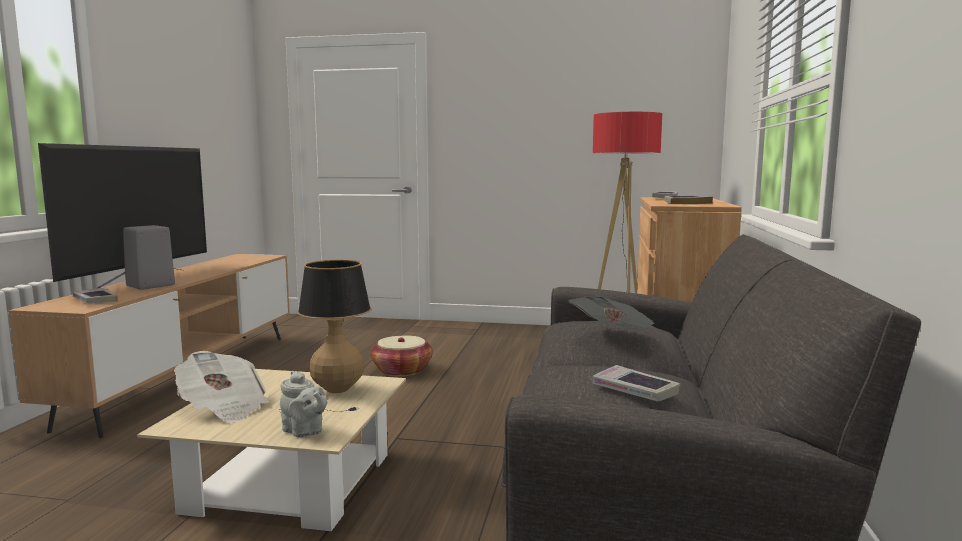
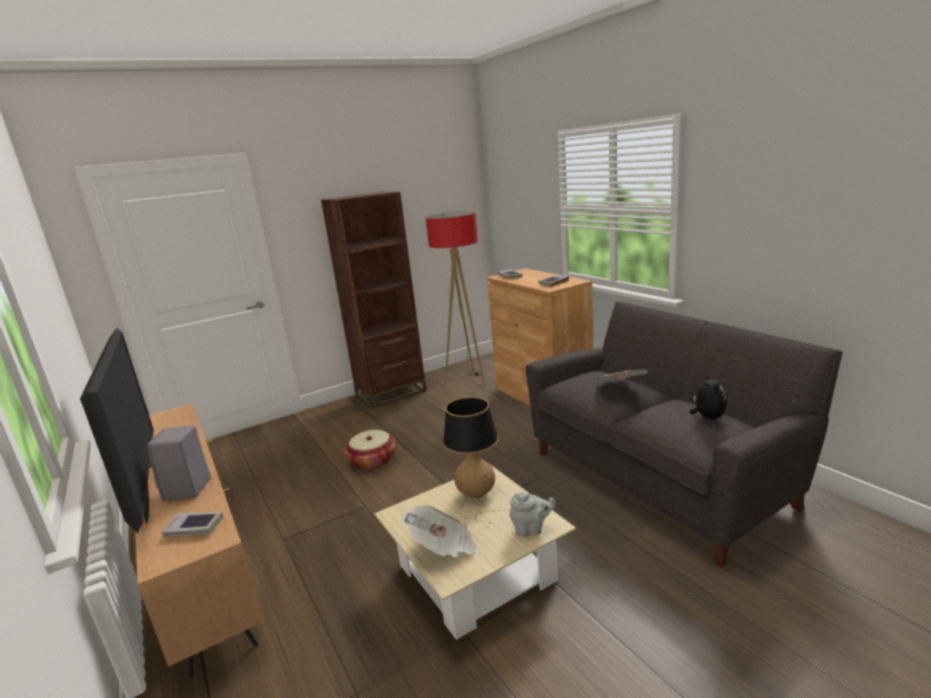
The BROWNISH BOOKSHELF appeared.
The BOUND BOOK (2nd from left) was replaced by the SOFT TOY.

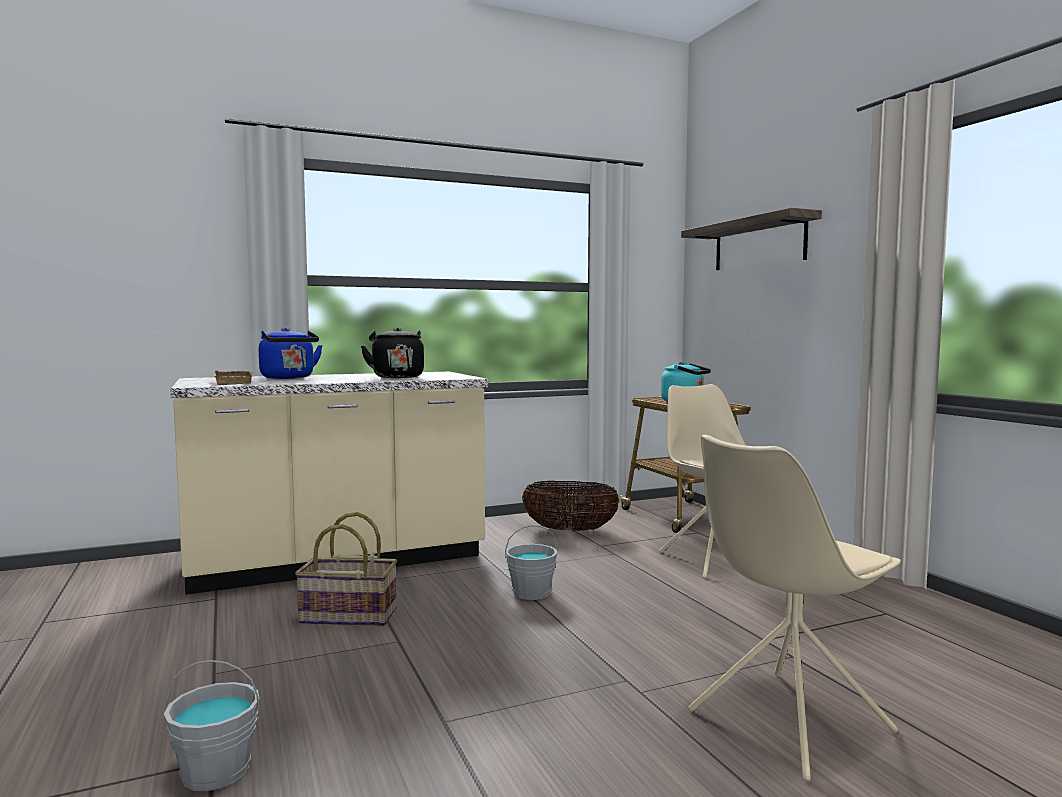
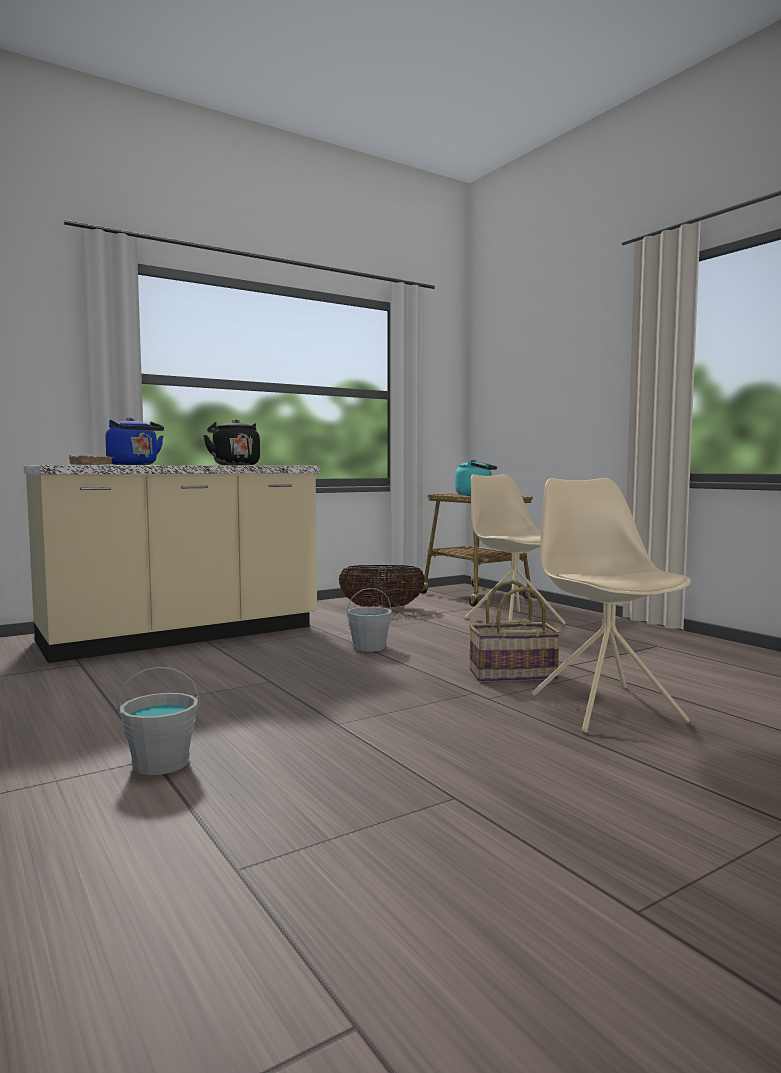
The BASKET (1st from left in the first image) moved.
The SAND-COLOURED CHAIR (2nd from left) turned 120 degrees clockwise.
The SHELF disappeared.

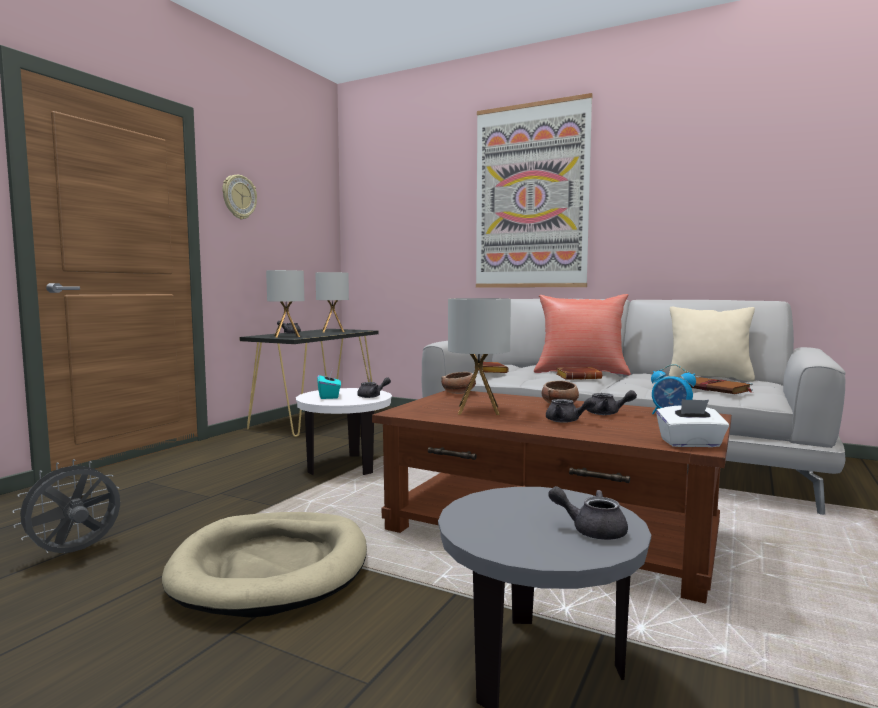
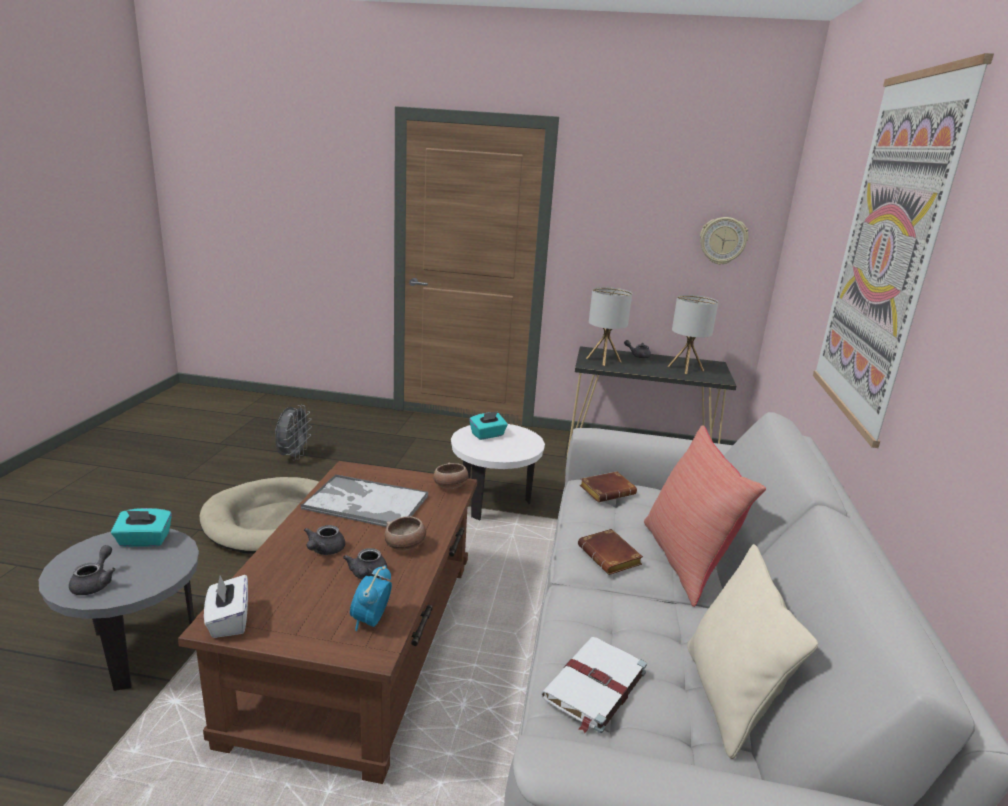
The BLUE-GREEN TISSUE BOX (1st from left) appeared.
The GREY FAN turned 75 degrees clockwise.
The TABLE LAMP (3rd from left) was replaced by the SERVING TRAY.
The BROWNISH BOUND BOOK (3rd from left) became the WHITE BOUND BOOK.
The CLOCK ON THE WALL moved.
The GREY TEA POT (2nd from left) disappeared.

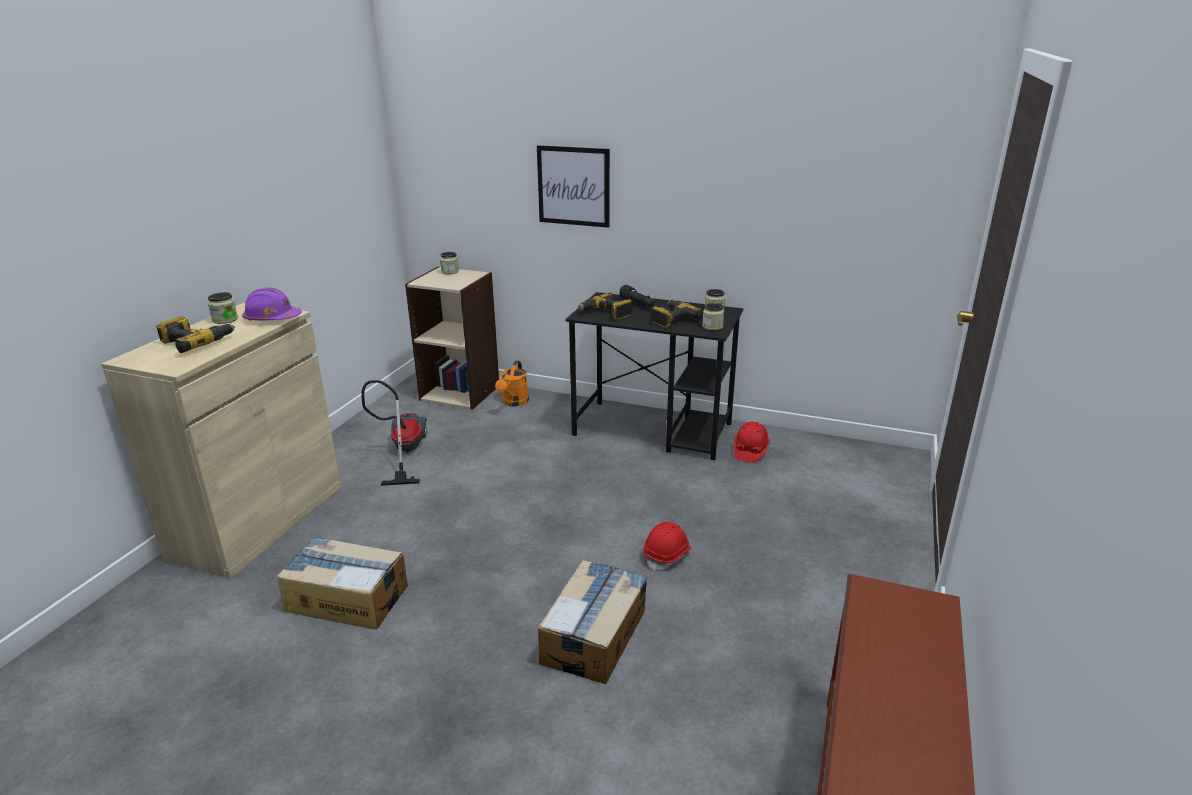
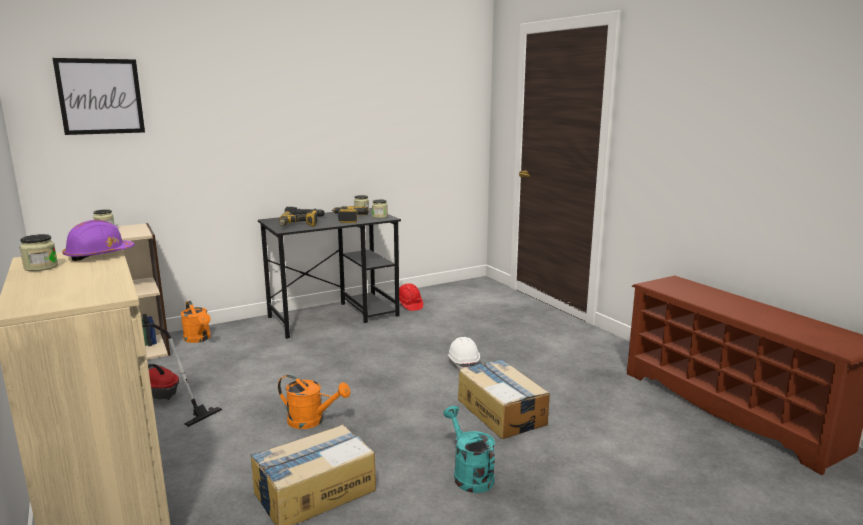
The WALL ART moved.
The ORANGE WATERING POT (2nd from left) appeared.
The BLUE-GREEN WATERING POT appeared.
The REDDISH HARD HAT (1st from left) became the WHITE HARD HAT.
The POWER DRILL (1st from left) disappeared.

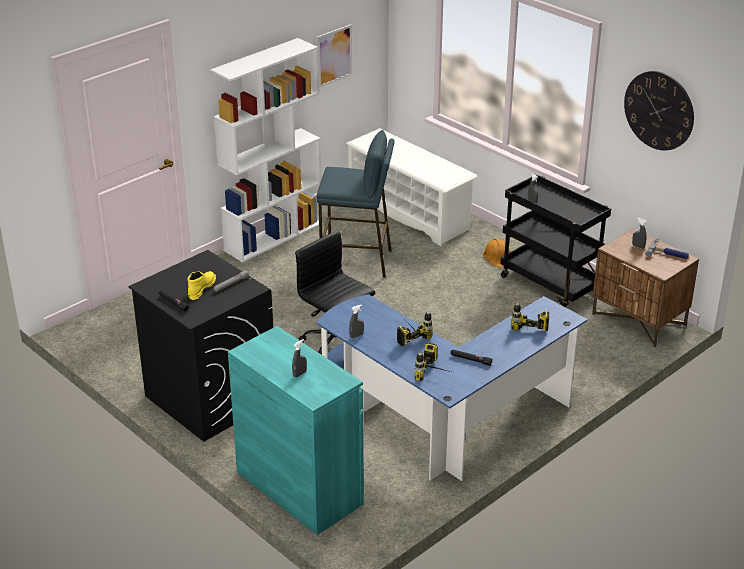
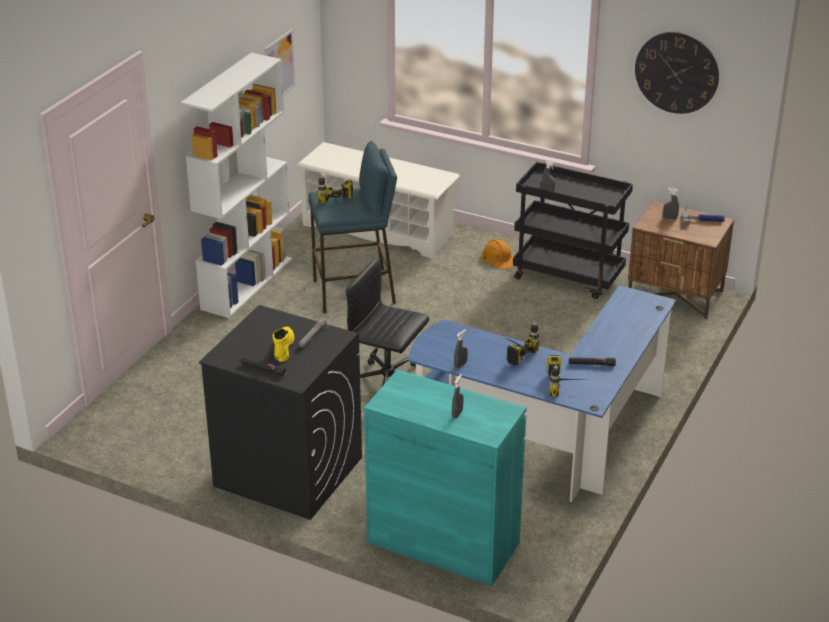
The POWER DRILL (3rd from left in the first image) moved.

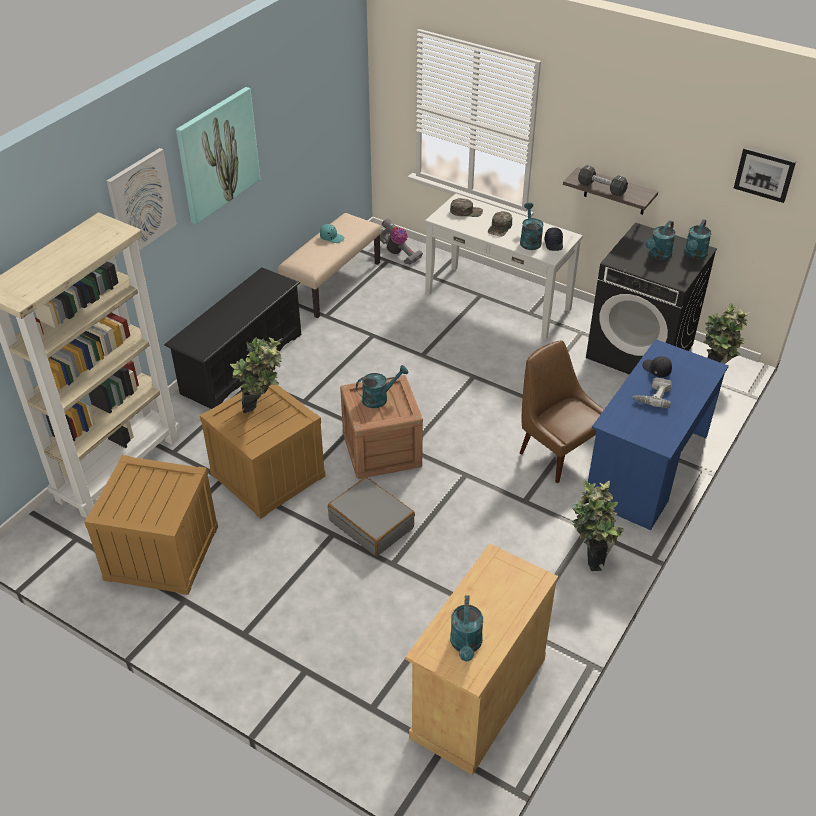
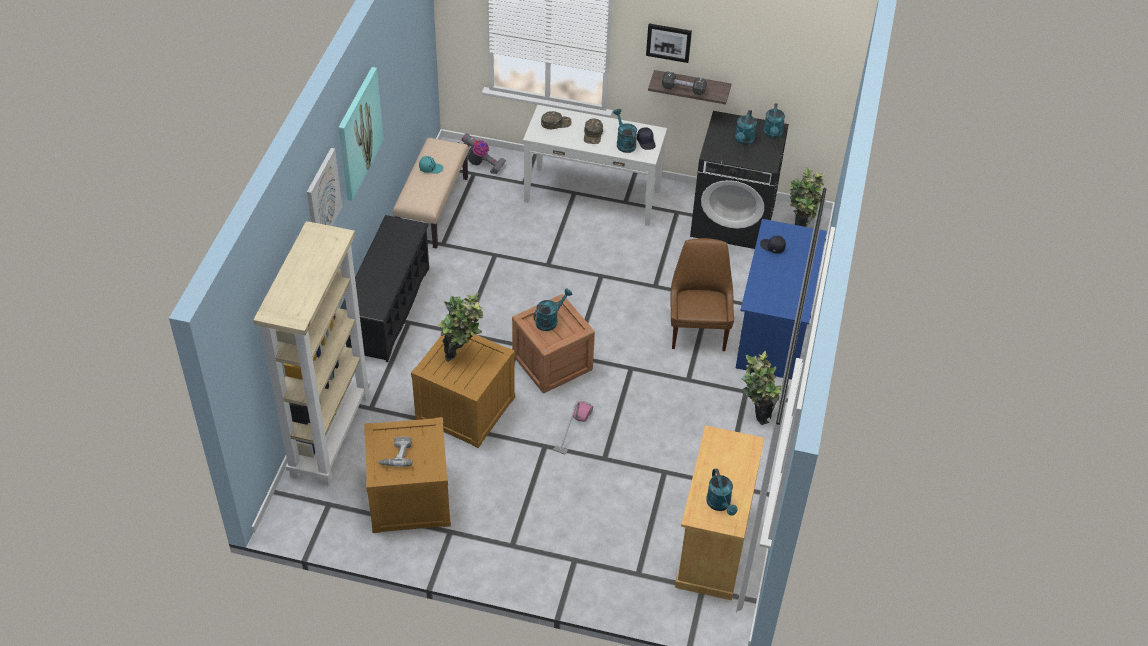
The POWER DRILL moved.
The GREY TRAVEL CASE was replaced by the VACUUM (2nd from left).
The WALL ART (3rd from left) moved.
The BROWNISH CHAIR turned 60 degrees clockwise.

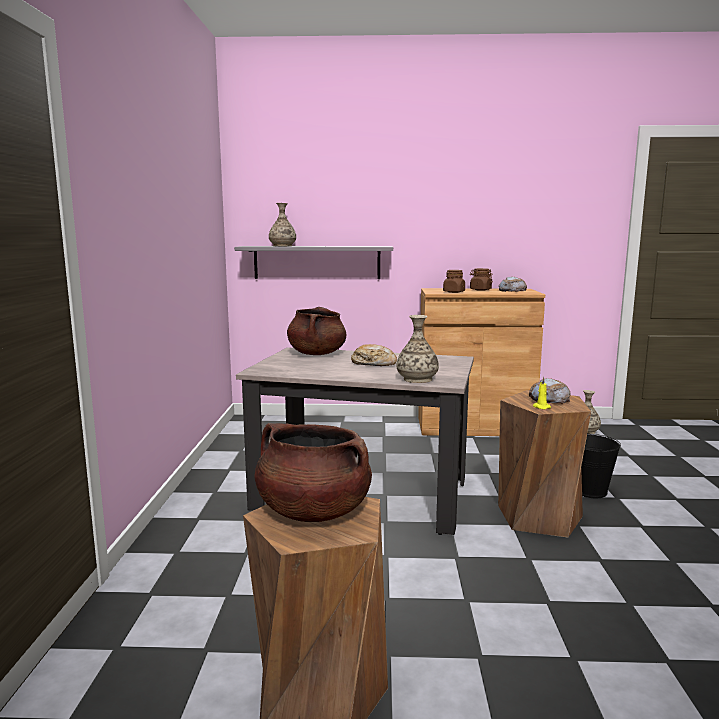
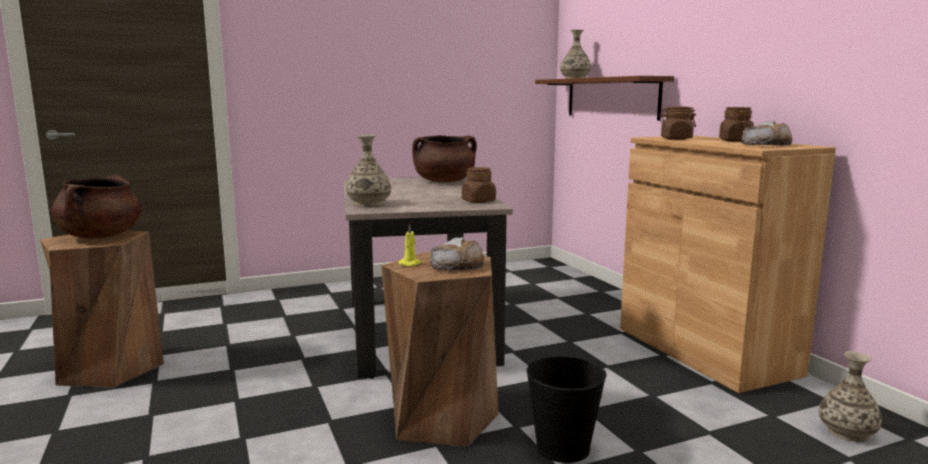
The BROWNISH STORAGE JAR (1st from left) appeared.
The GREY SHELF became the BROWNISH SHELF.
The BAKERY BREAD (1st from left) disappeared.

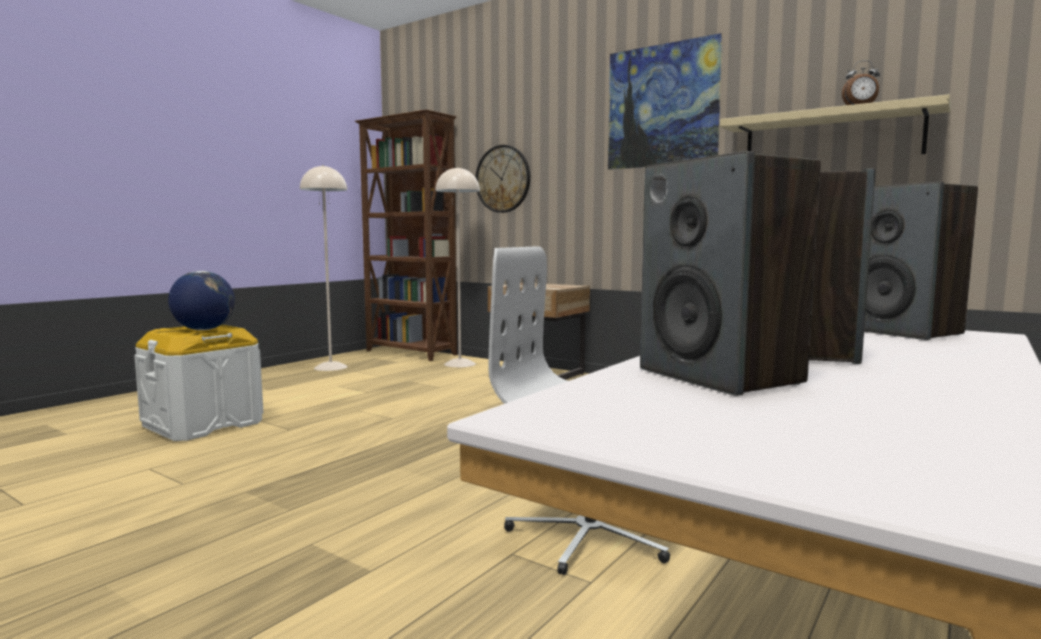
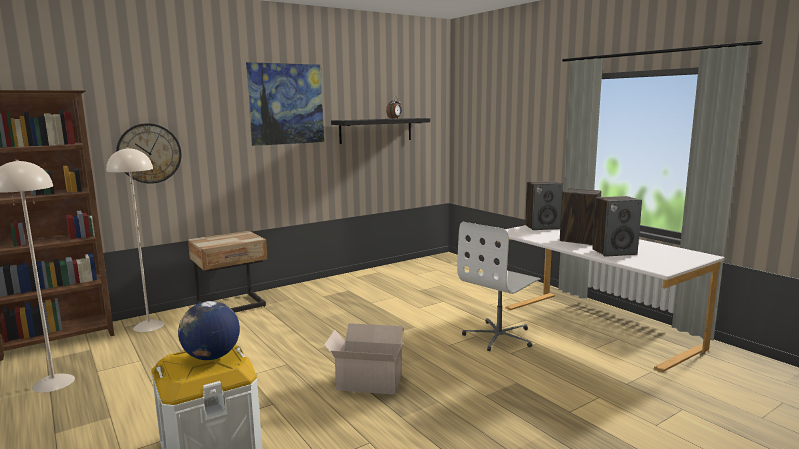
The CARTON appeared.
The SAND-COLOURED SHELF became the BLACK-COLOURED SHELF.

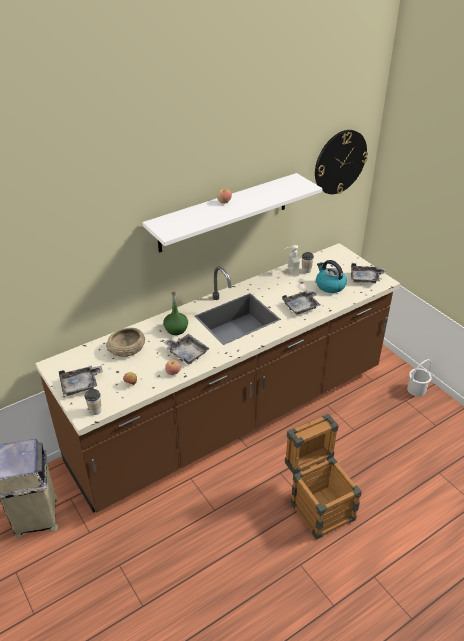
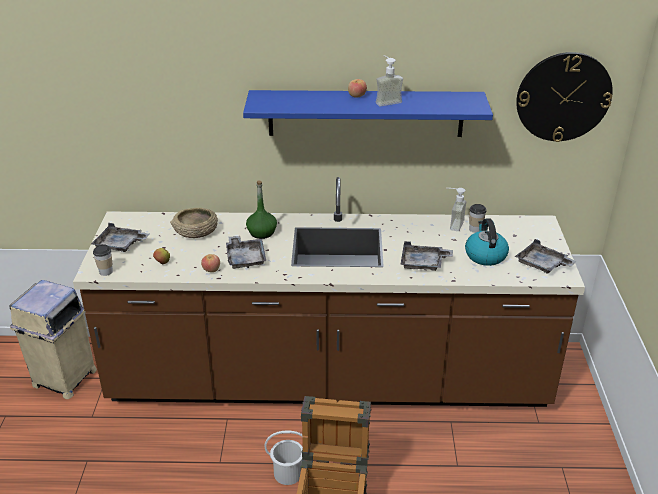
The WHITE SHELF became the BLUISH SHELF.
The WHITE WATER BUCKET moved.
The SOAP DISPENSER (1st from left) appeared.

